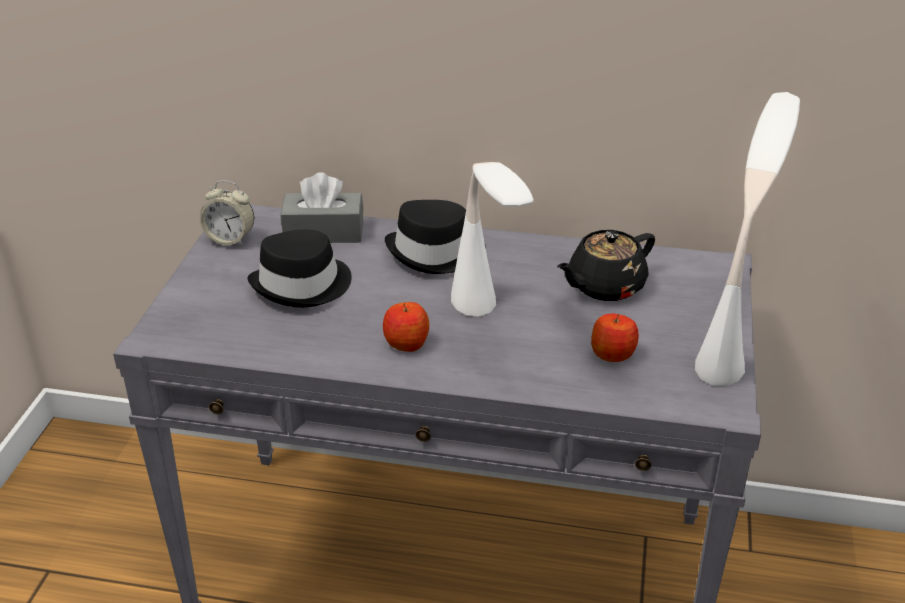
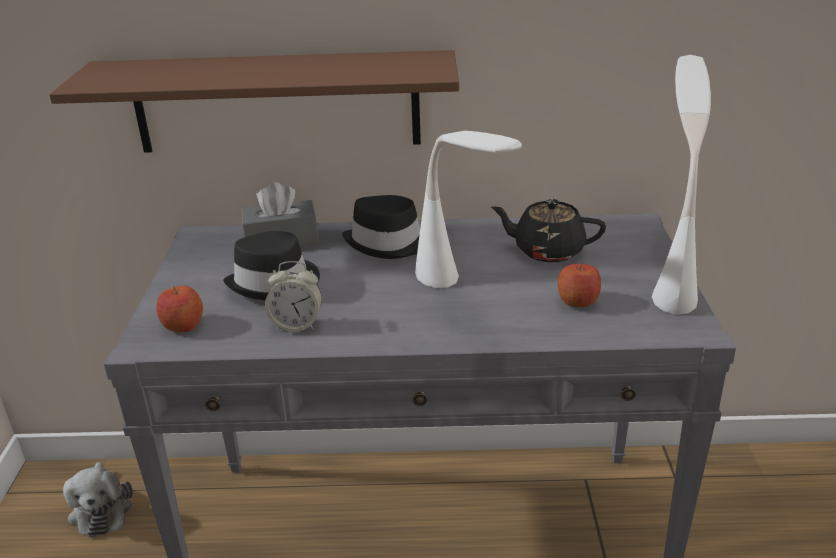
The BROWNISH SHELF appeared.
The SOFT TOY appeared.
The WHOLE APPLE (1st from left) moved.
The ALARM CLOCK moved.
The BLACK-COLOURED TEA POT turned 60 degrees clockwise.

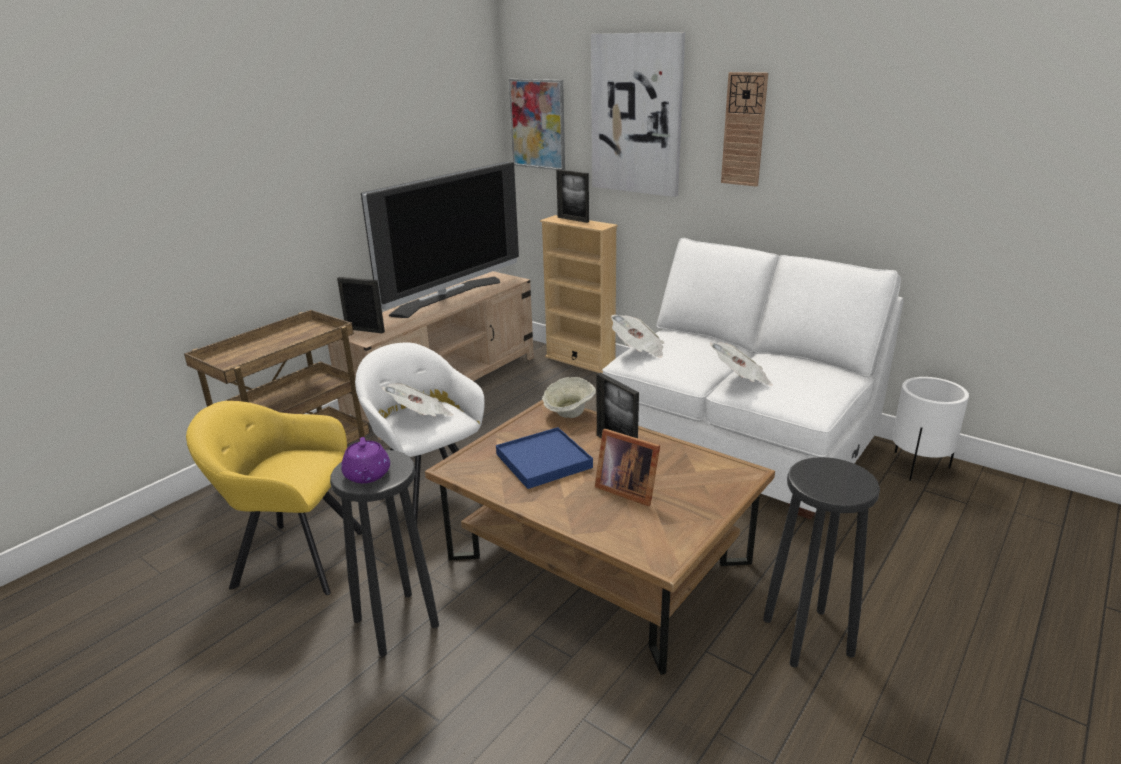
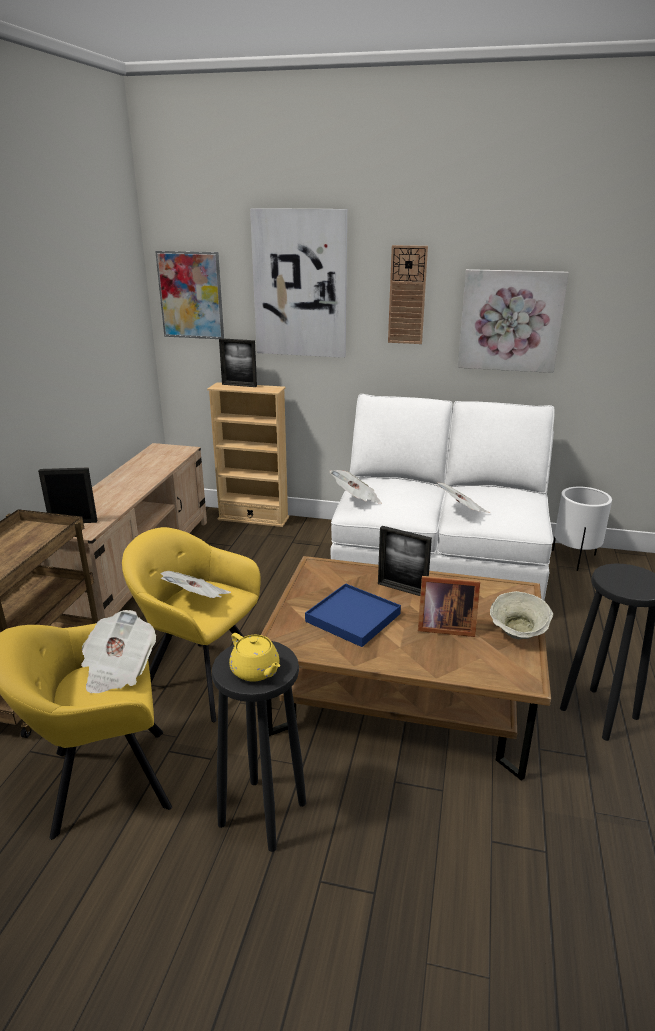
The NEWSPAPER (1st from left) appeared.
The WHITE ARMCHAIR became the YELLOWISH ARMCHAIR (2nd from left).
The PURPLISH TEA POT became the YELLOWISH TEA POT.
The WALL ART (3rd from left) appeared.
The SAND-COLOURED SERVING BOWL moved.
The TV disappeared.

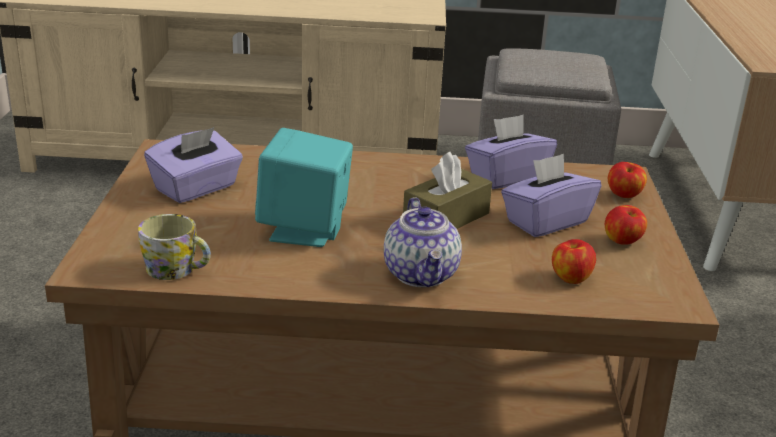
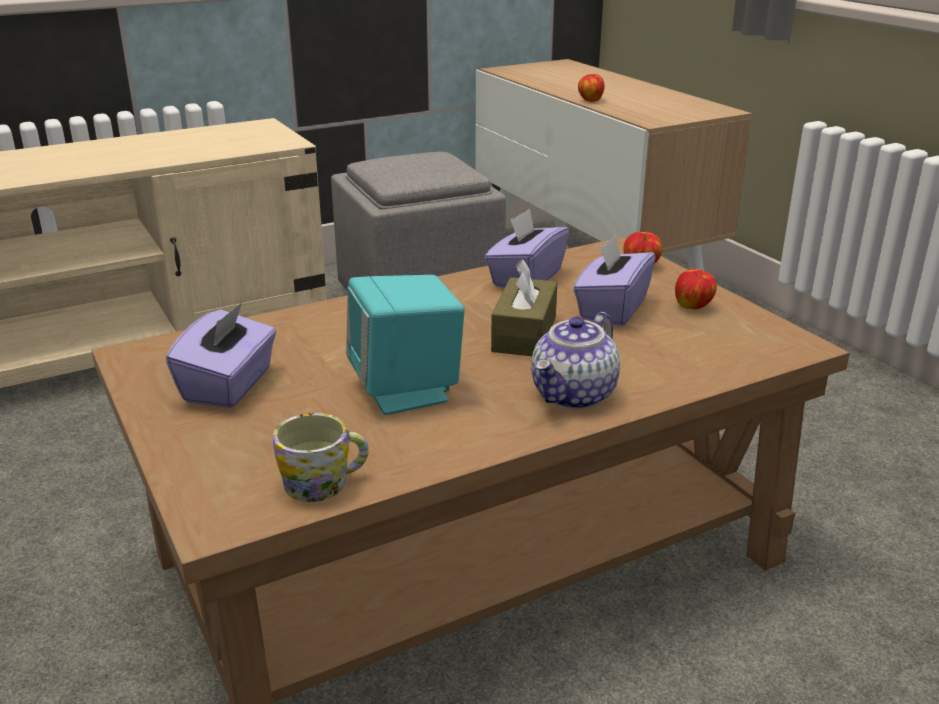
The TEA POT turned 75 degrees clockwise.
The WHOLE APPLE (1st from left) moved.

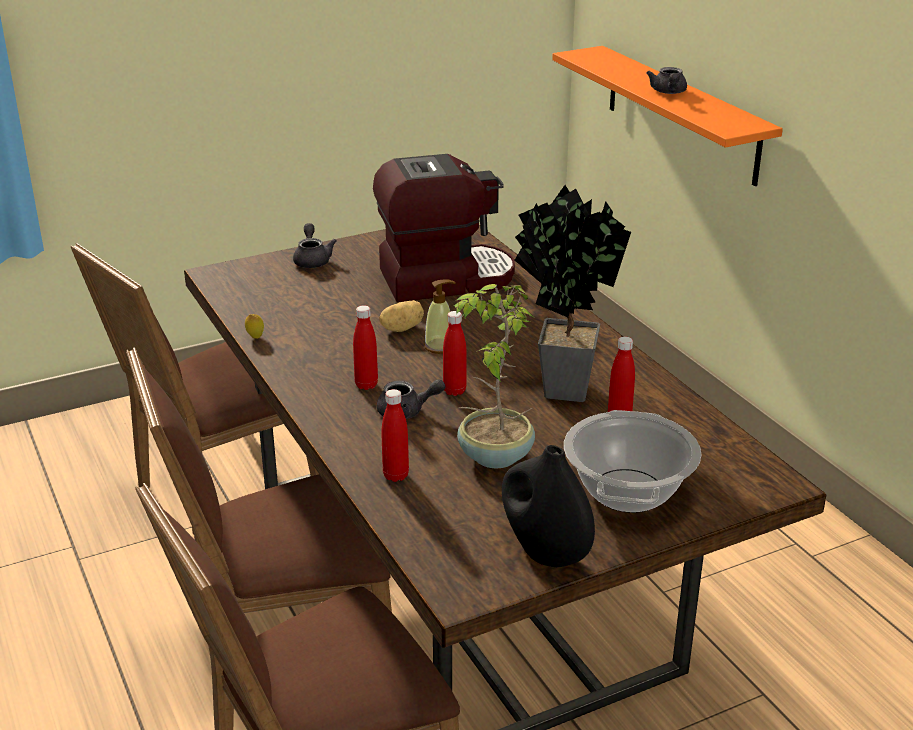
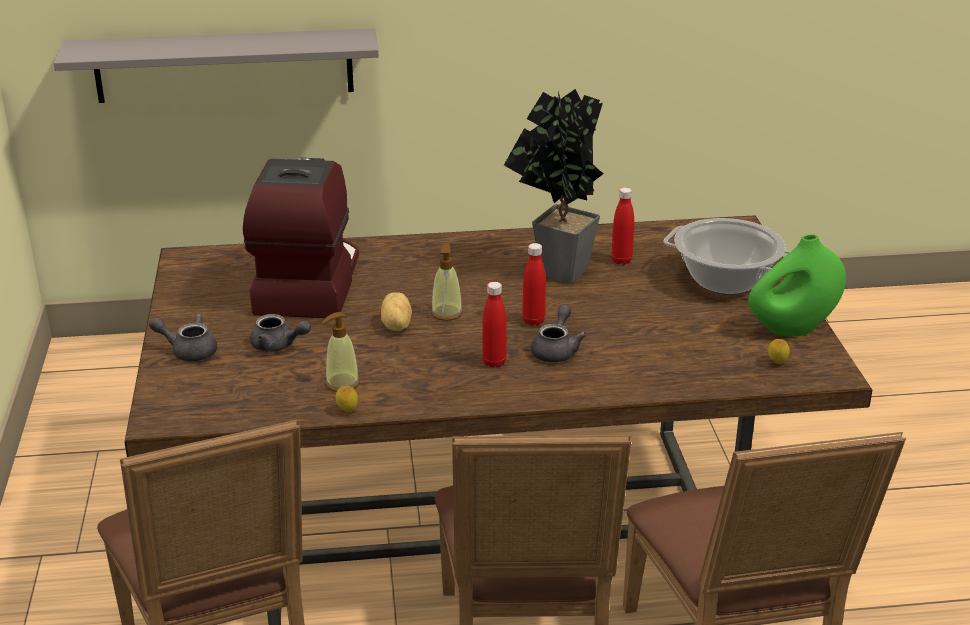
The ORANGE SHELF became the GREY SHELF.
The GREY TEA POT (3rd from left in the first image) moved.
The SOAP DISPENSER (1st from left) appeared.
The BLACK-COLOURED VASE became the GREENISH VASE.
The LEMON (2nd from left) appeared.
The REDDISH BEVERAGE BOTTLE (2nd from left) disappeared.
The HOUSEPLANT (1st from left) disappeared.

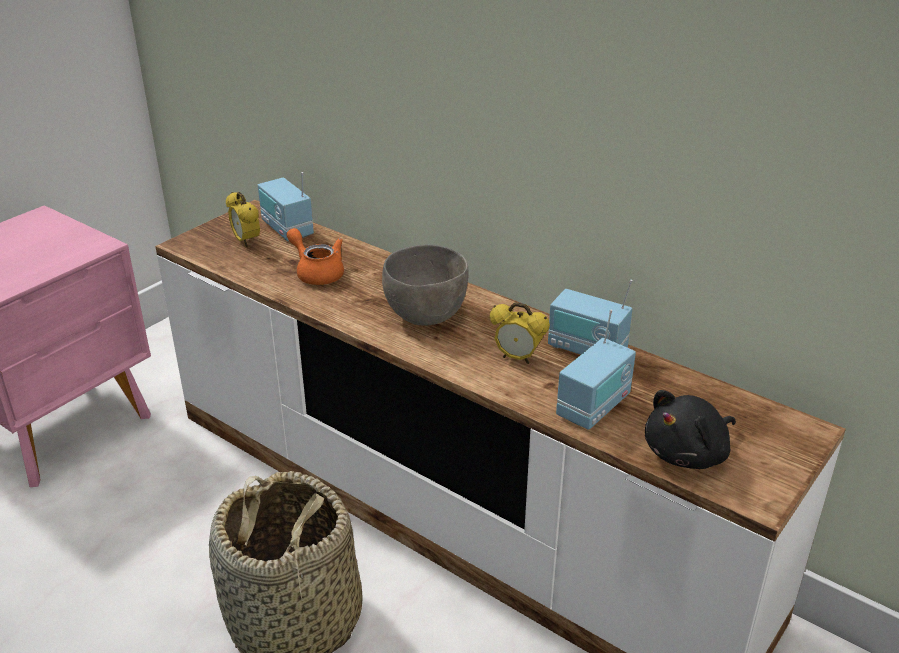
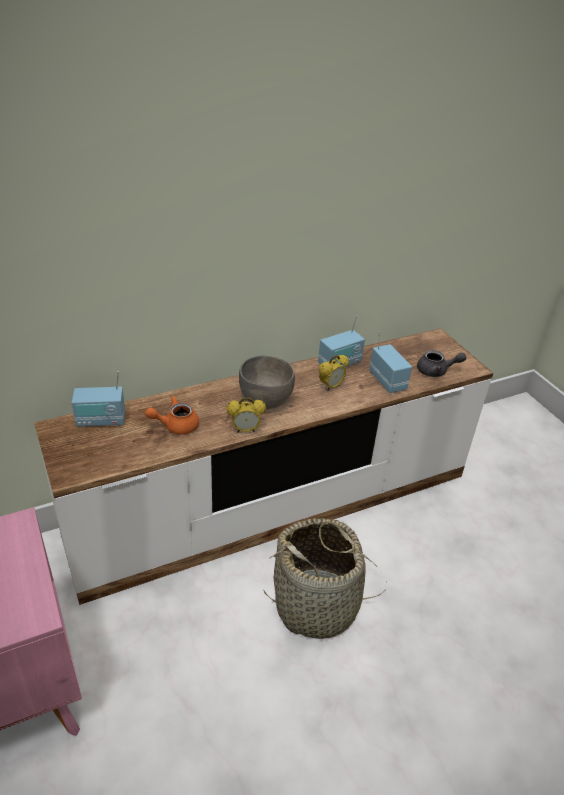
The ALARM CLOCK (1st from left) moved.
The BLACK-COLOURED SOFT TOY was replaced by the GREY TEA POT.

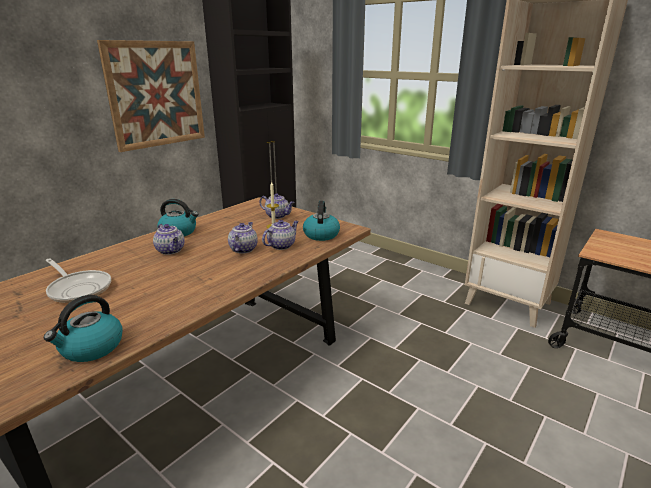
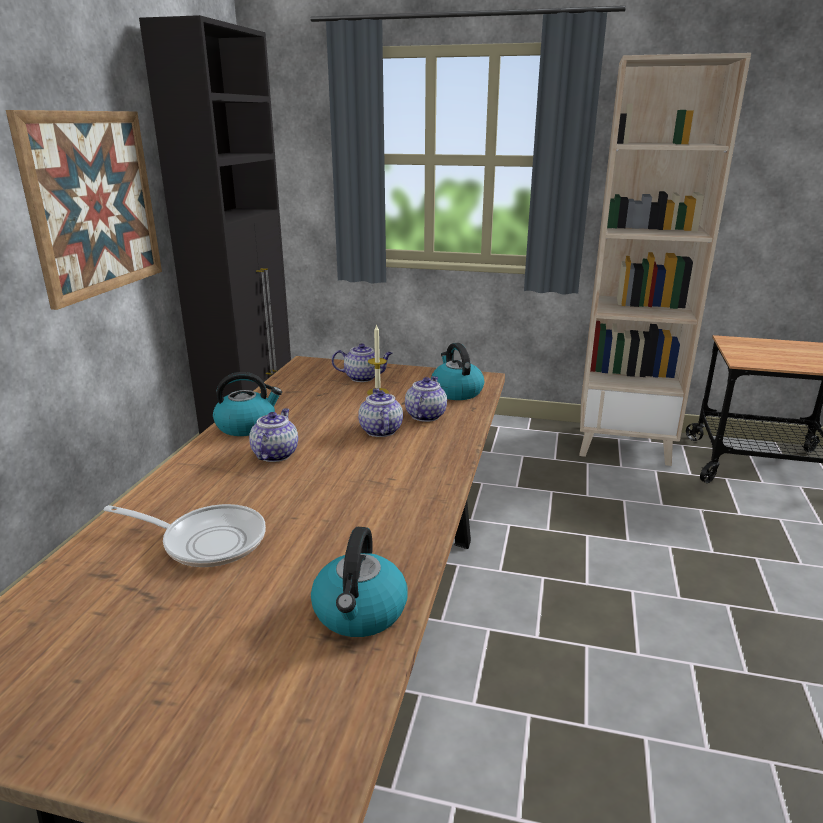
The TEA POT (1st from left) turned 105 degrees counterclockwise.

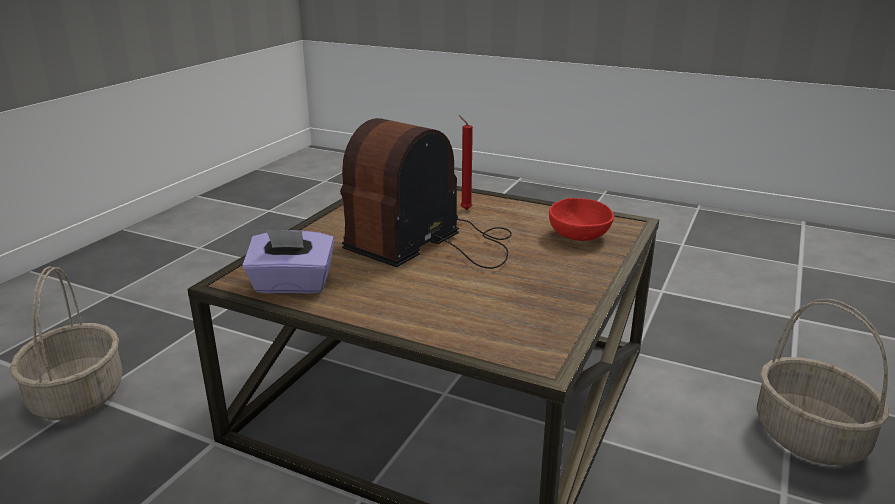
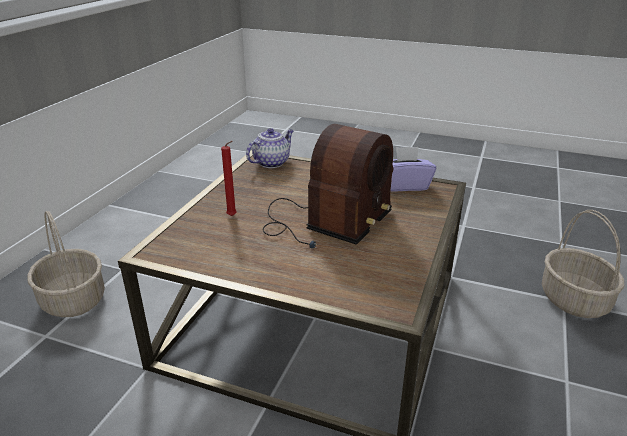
The REDDISH CANDLE moved.
The TEA POT appeared.
The REDDISH SERVING BOWL disappeared.

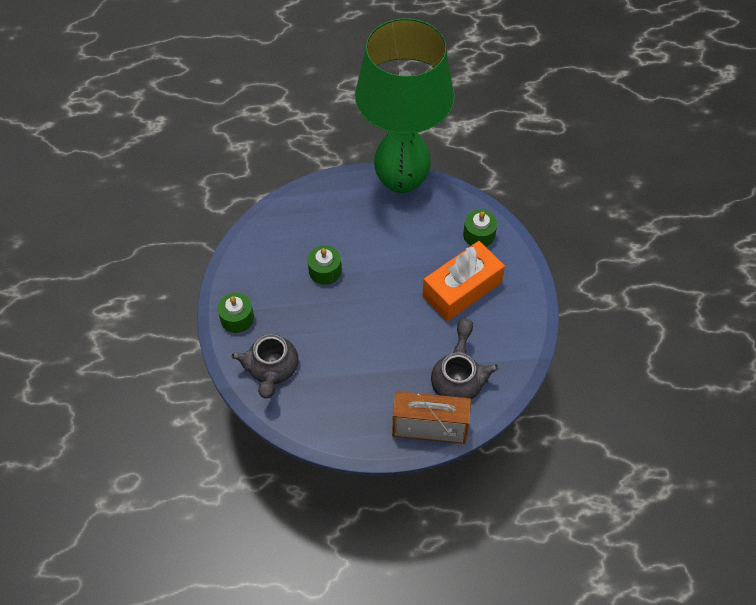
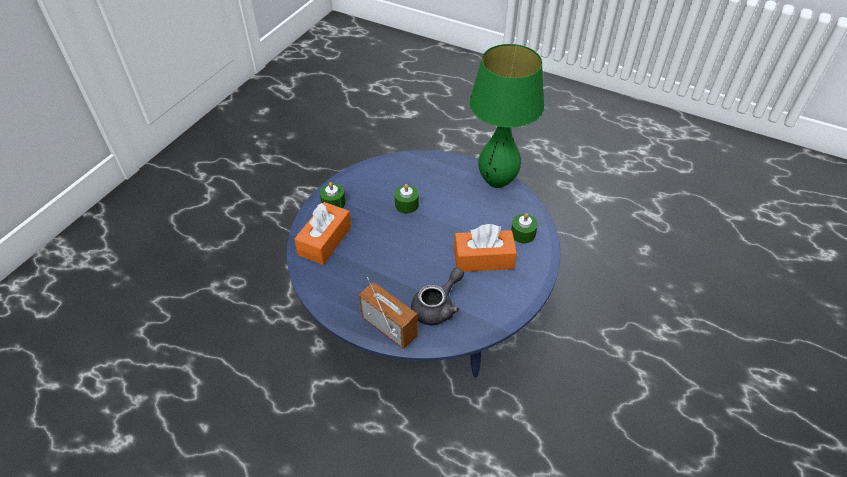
The GREY TEA POT (1st from left) was replaced by the ORANGE TISSUE BOX (1st from left).

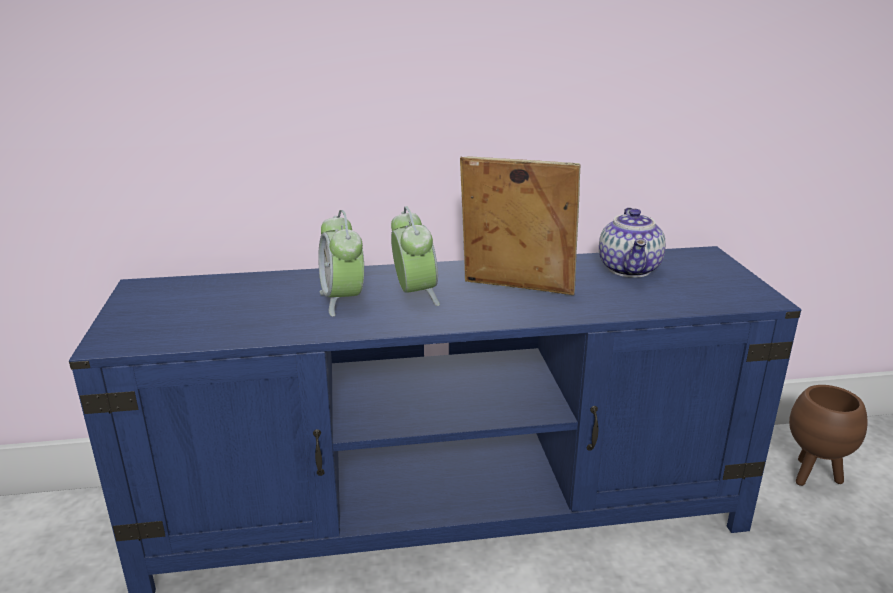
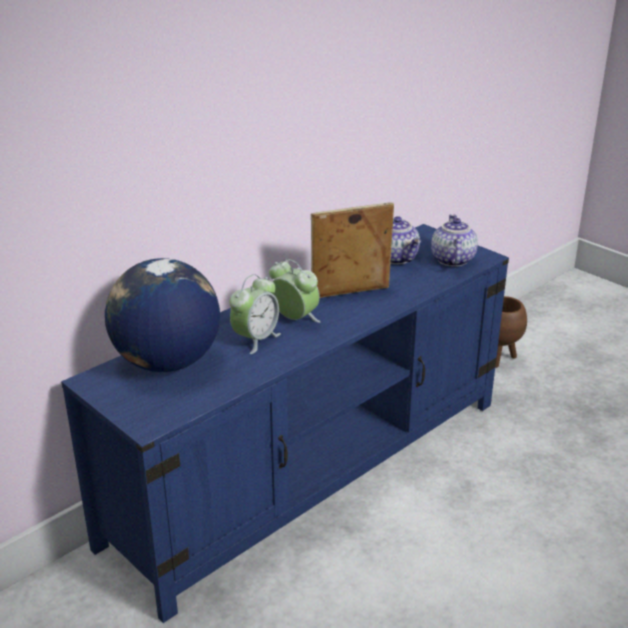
The GLOBE appeared.
The ALARM CLOCK (1st from left) turned 90 degrees counterclockwise.
The TEA POT (2nd from left) appeared.

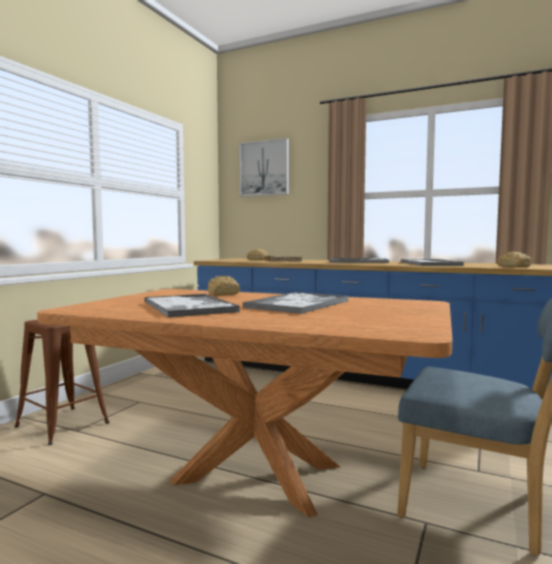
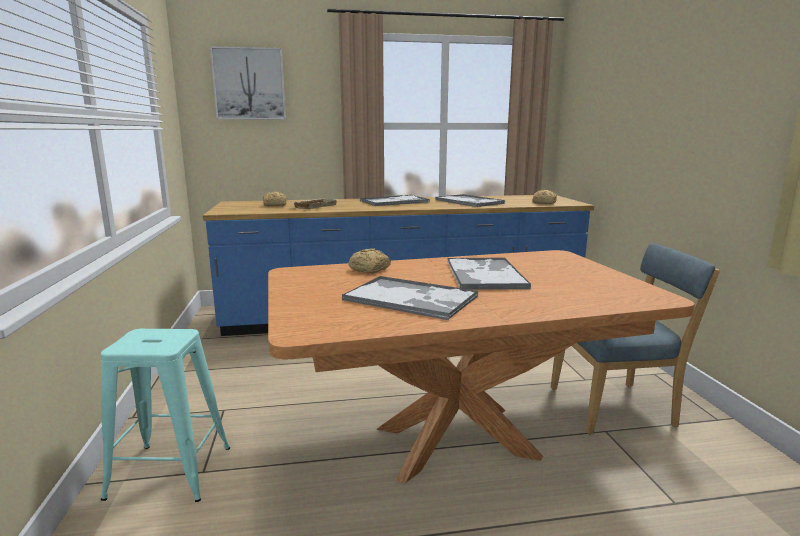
The BROWNISH SITTING STOOL became the BLUE-GREEN SITTING STOOL.

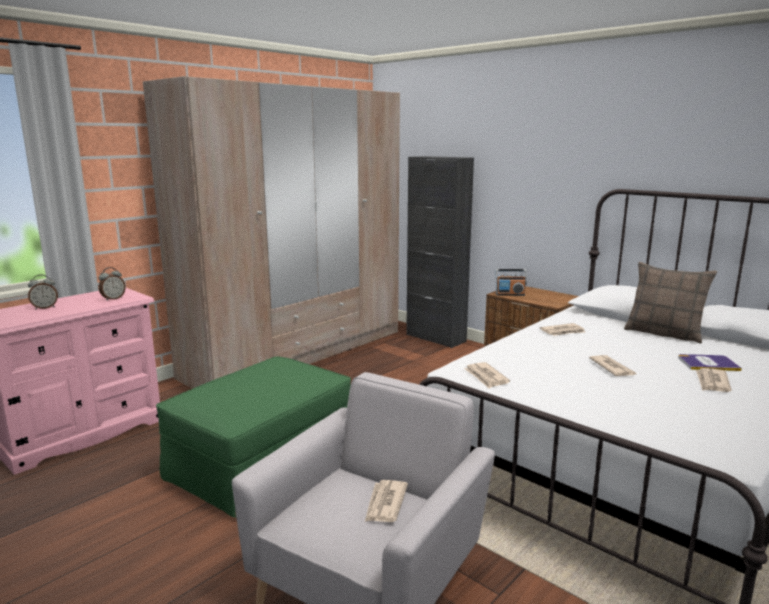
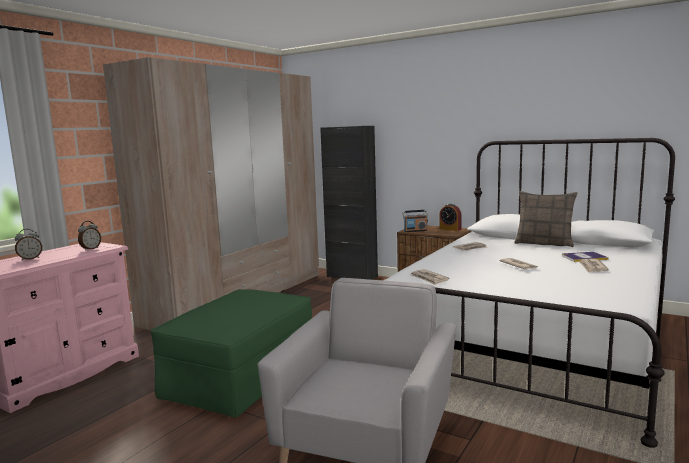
The ALARM CLOCK (3rd from left) appeared.
The NEWSPAPER (1st from left) disappeared.

